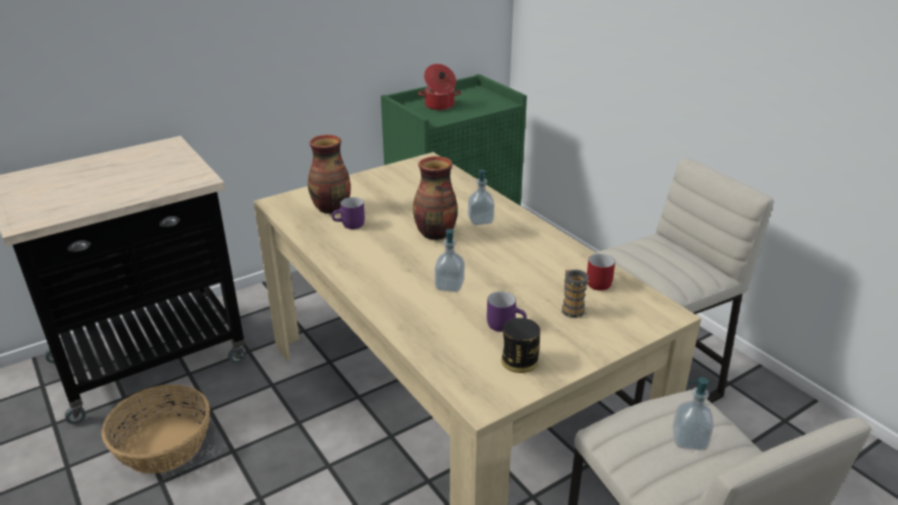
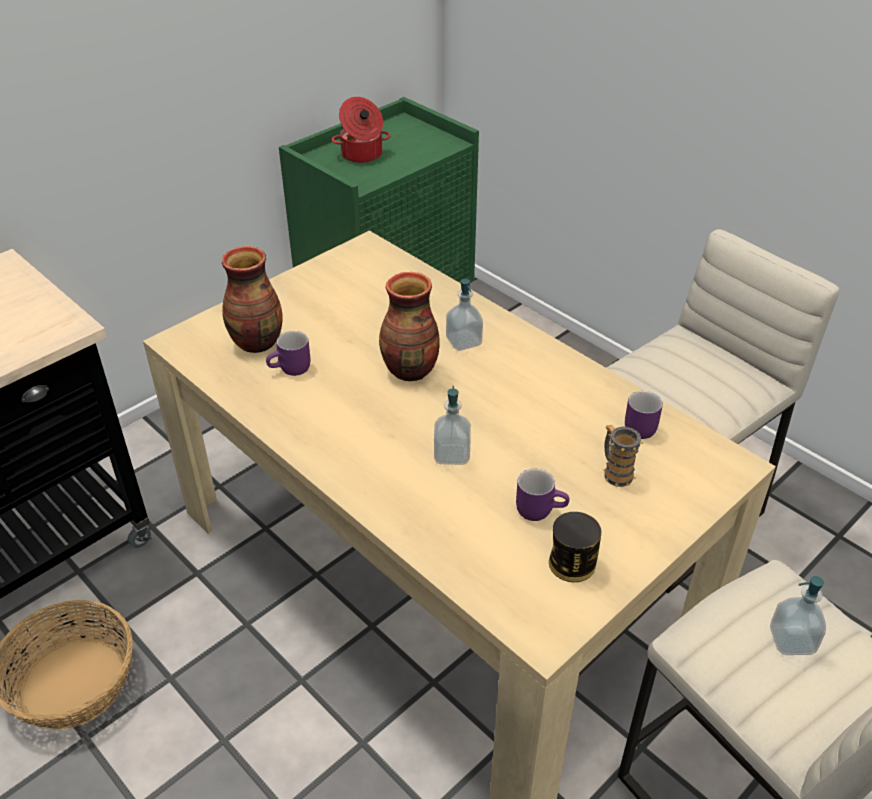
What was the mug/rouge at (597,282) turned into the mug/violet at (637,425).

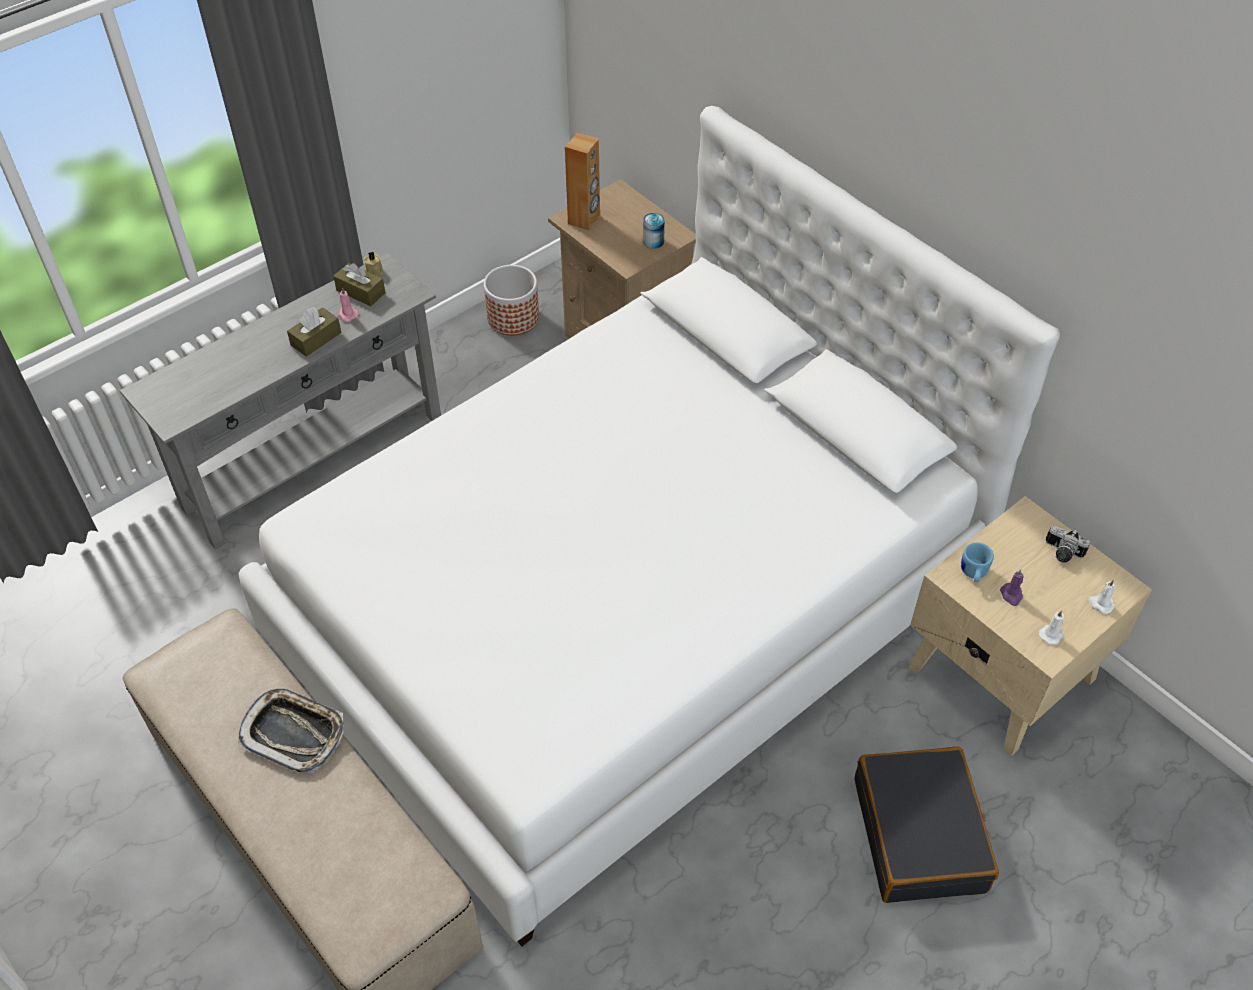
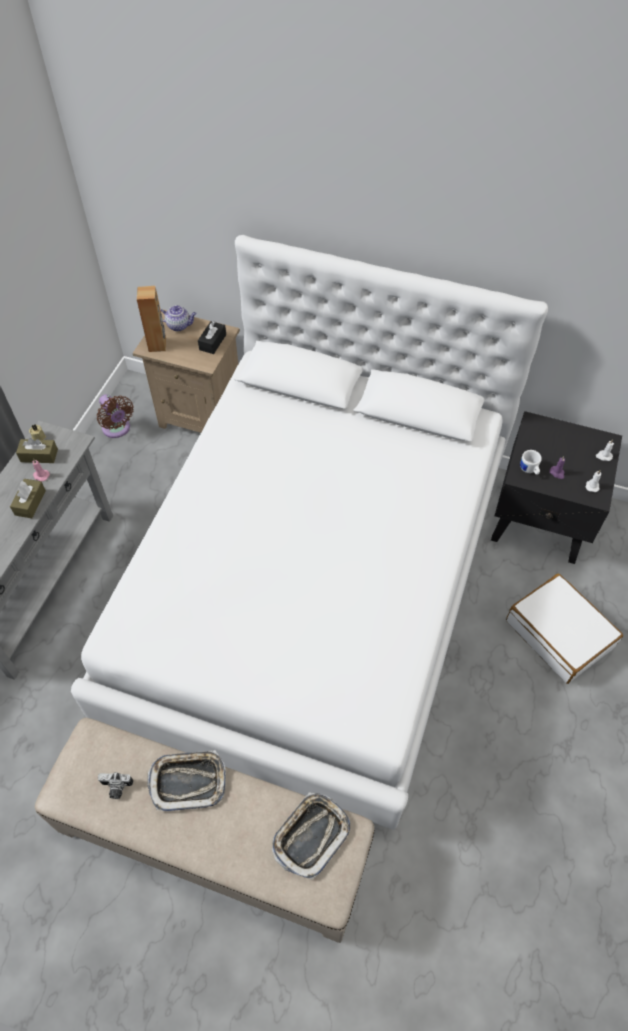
Where the cache-pot stood at (513,318), the ventilateur/marron came to stand at (117,429).
The appareil photo ended up elsewhere, having gone from (1062,553) to (116,788).
The second view gained the théière at (179,325).
Where the boîte métallique stood at (653,241), the boîte à mouchoirs/noir came to stand at (212,342).
The second view gained the plateau at (311,836).
What was the table de chevet/beige at (1003,674) turned into the table de chevet/noir at (541,519).
What was the valise/noir at (920,835) turned into the valise/blanc at (559,634).
What was the mug/bleu at (973,573) turned into the mug/blanc at (529,470).

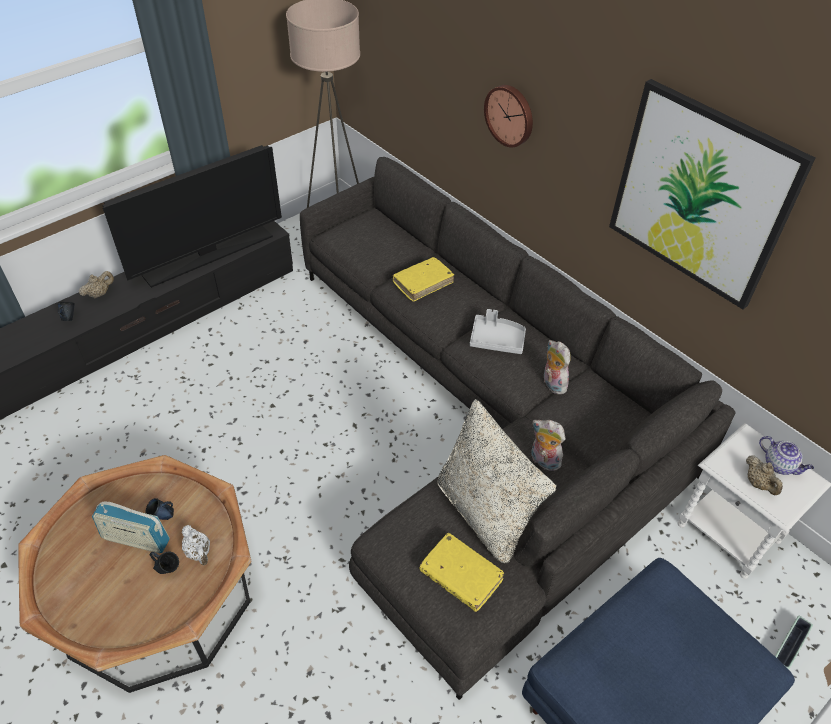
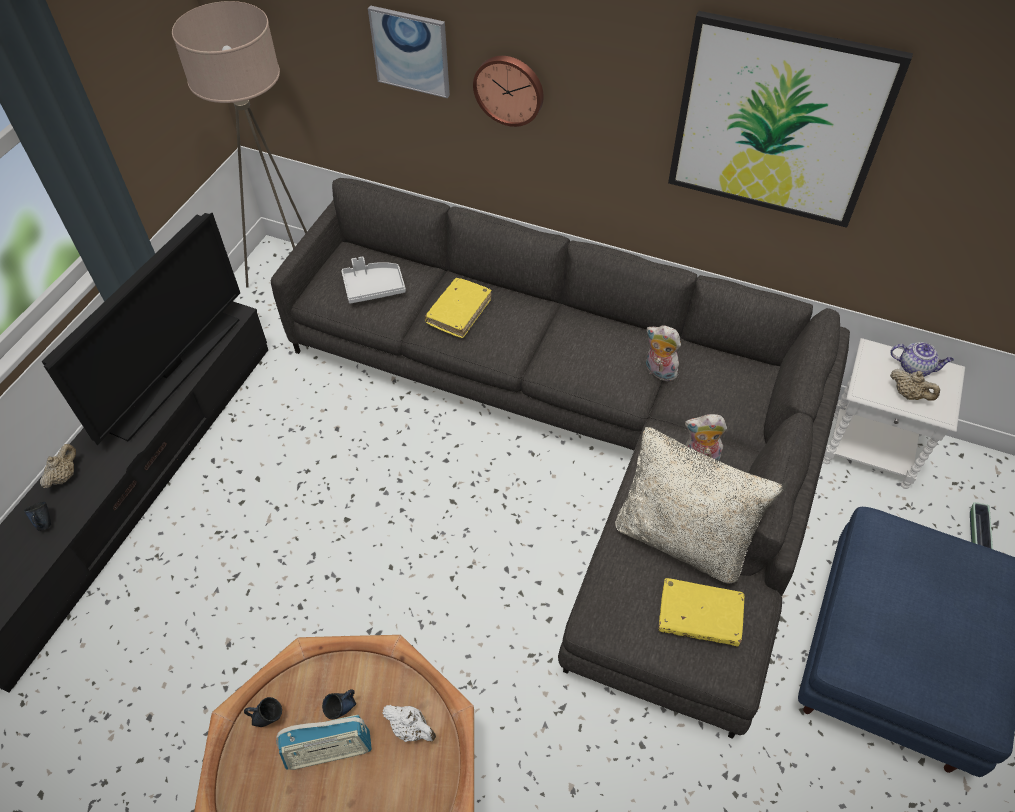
The mug/bleu ended up elsewhere, having gone from (167,570) to (268,719).
The plateau/gris ended up elsewhere, having gone from (497,340) to (374,287).
The second view gained the tableau at (411,51).

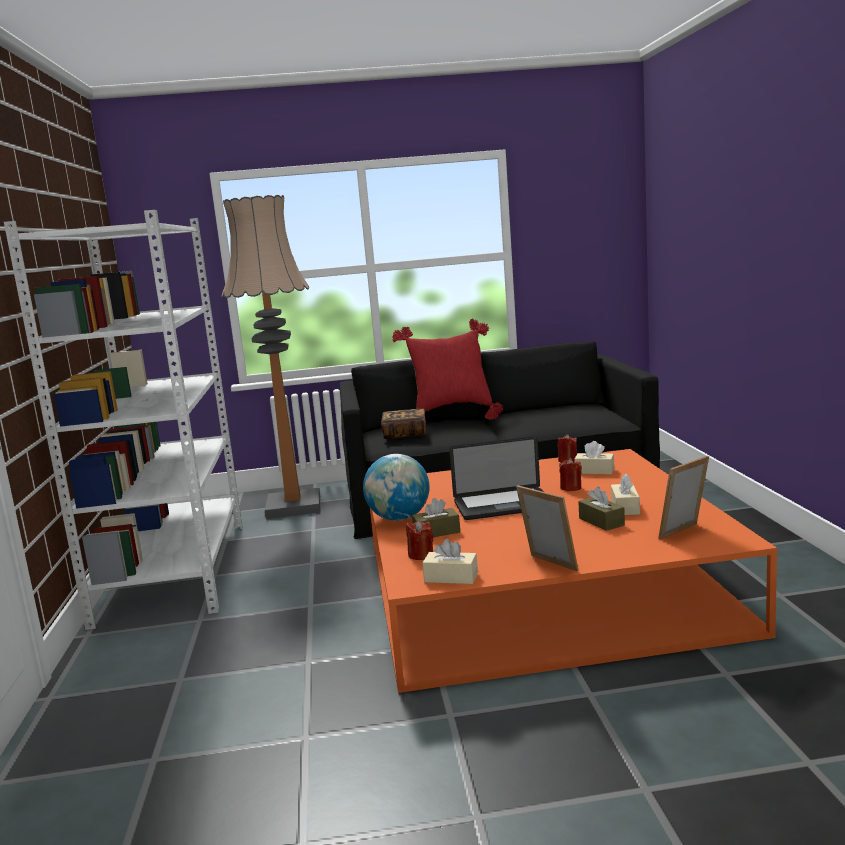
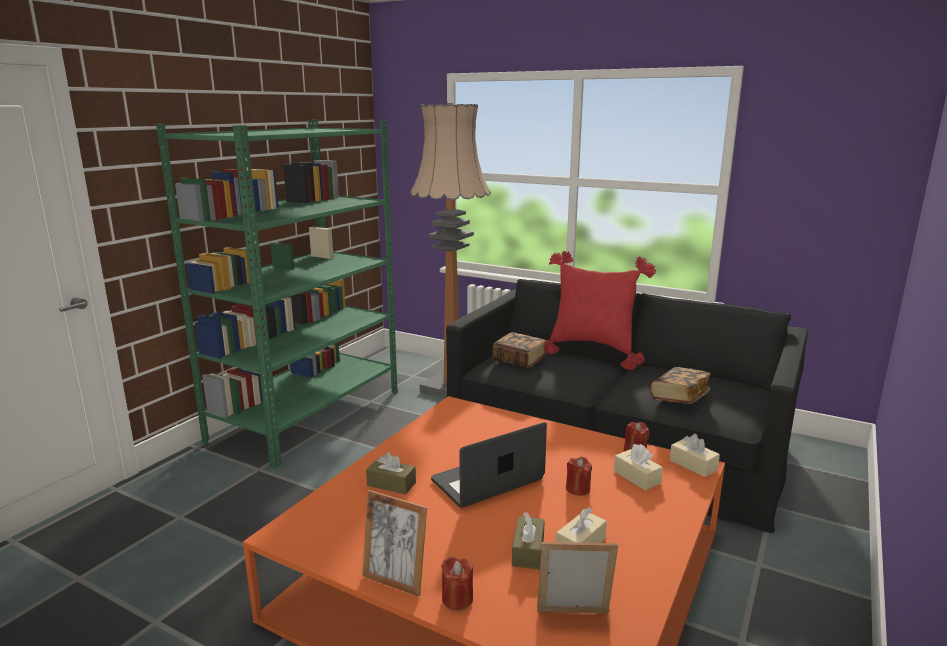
What was the bibliothèque/blanc at (175,570) turned into the bibliothèque/vert at (307,415).
The cadre photo at (548,565) ended up facing another way, 120 degrees clockwise from before.
The ordinateur portable at (503,505) ended up facing another way, 120 degrees clockwise from before.
The bougie/rouge ended up elsewhere, having gone from (421,555) to (457,598).
The second view gained the livre at (679,397).
The boîte à mouchoirs/beige ended up elsewhere, having gone from (451,577) to (693,465).
The second view lost the globe at (399,518).

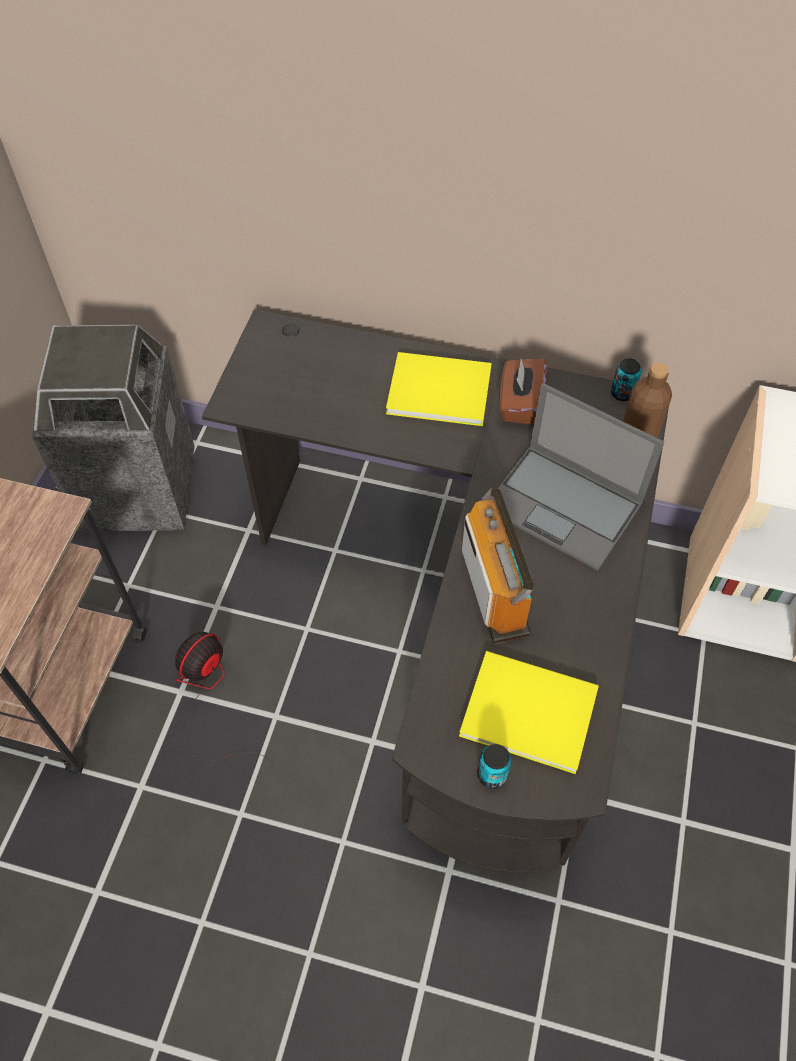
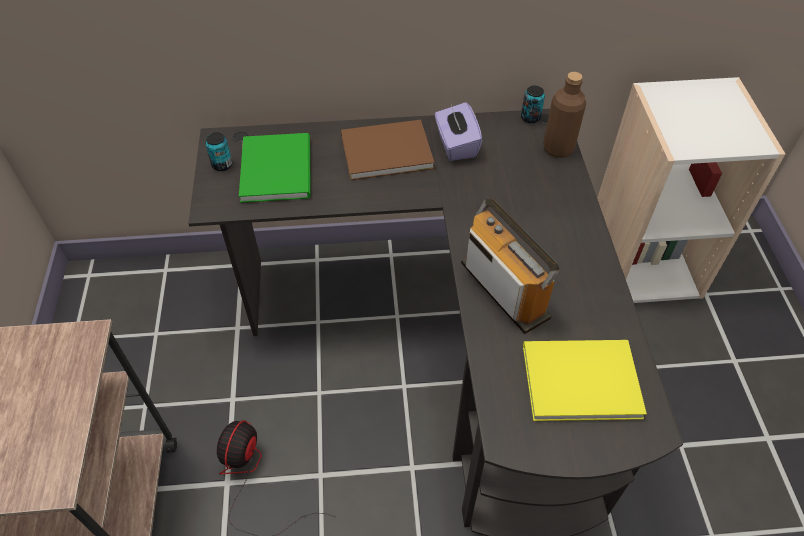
The boîte métallique ended up elsewhere, having gone from (492,774) to (222,165).
The second view gained the livre/vert at (279,167).
What was the livre/jaune at (436,388) turned into the livre/marron at (383,150).
What was the boîte à mouchoirs/marron at (520,404) turned into the boîte à mouchoirs/violet at (456,145).
The second view lost the poubelle at (138,490).
The second view lost the ordinateur portable at (565,506).

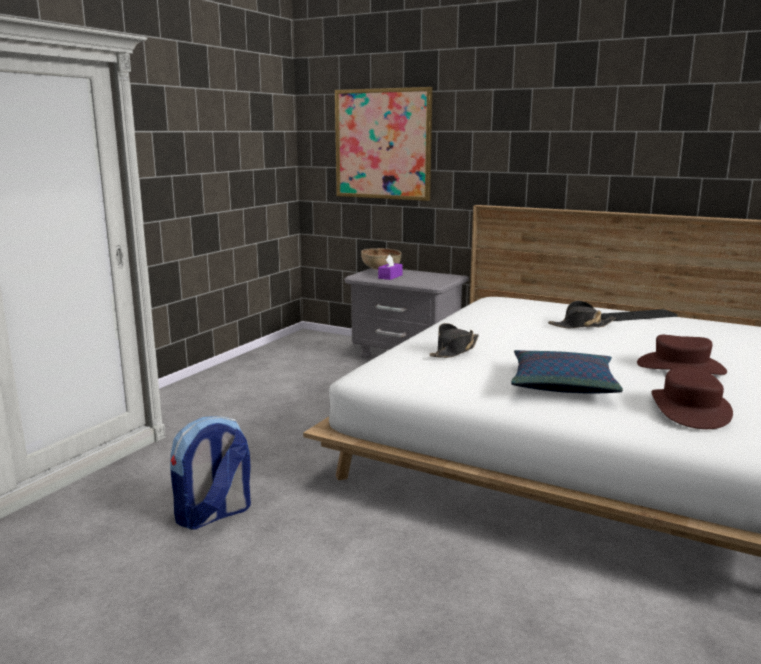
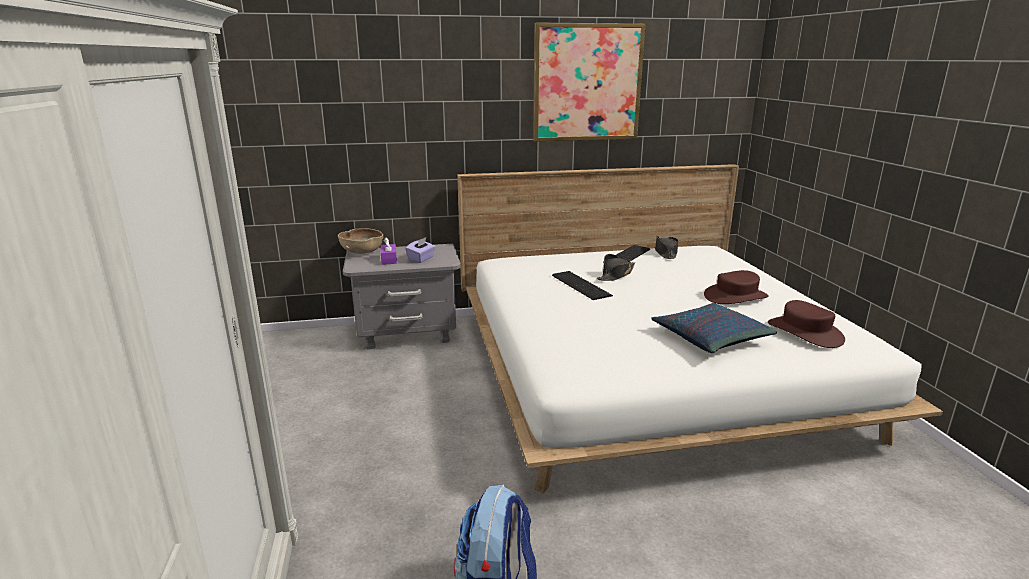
The second view gained the boîte à mouchoirs/violet at (421,259).
The tableau ended up elsewhere, having gone from (383,144) to (587,83).
The second view gained the clavier at (581,285).
The chapeau/noir ended up elsewhere, having gone from (454,350) to (665,253).

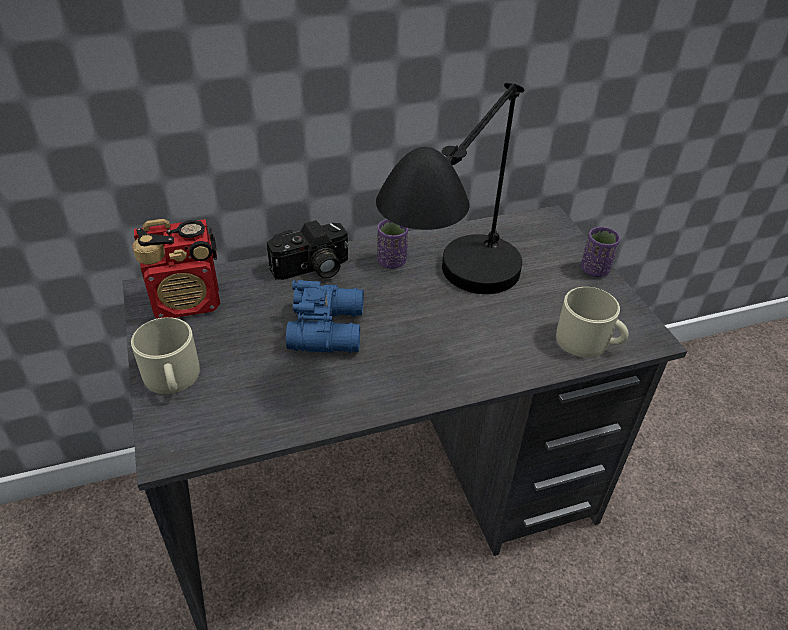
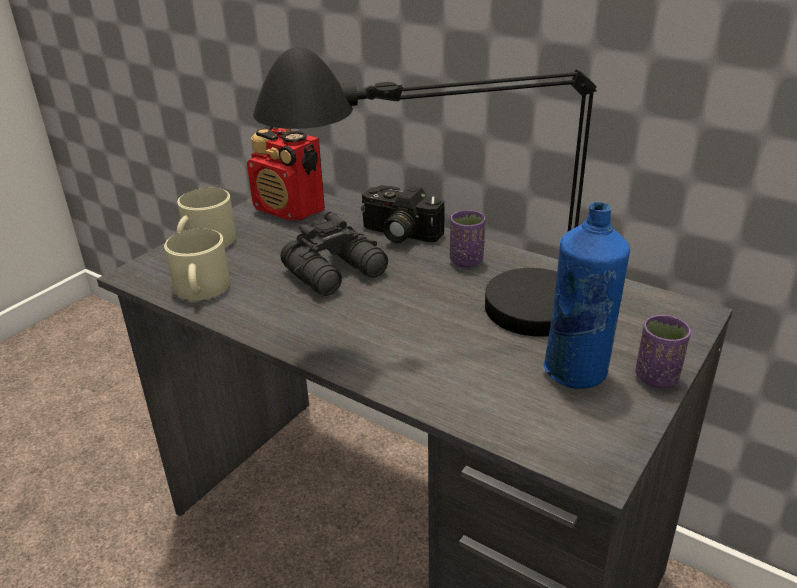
The mug/beige ended up elsewhere, having gone from (588,341) to (201,289).
What was the jumelles/bleu at (329,328) turned into the jumelles/noir at (338,272).
The second view gained the bouteille/bleu at (576,372).

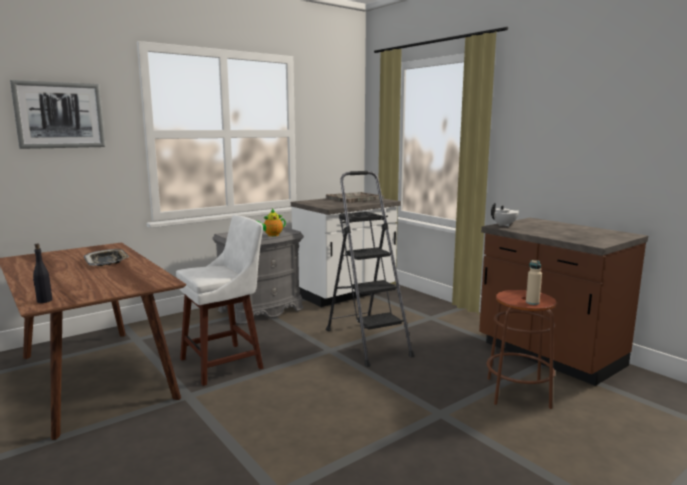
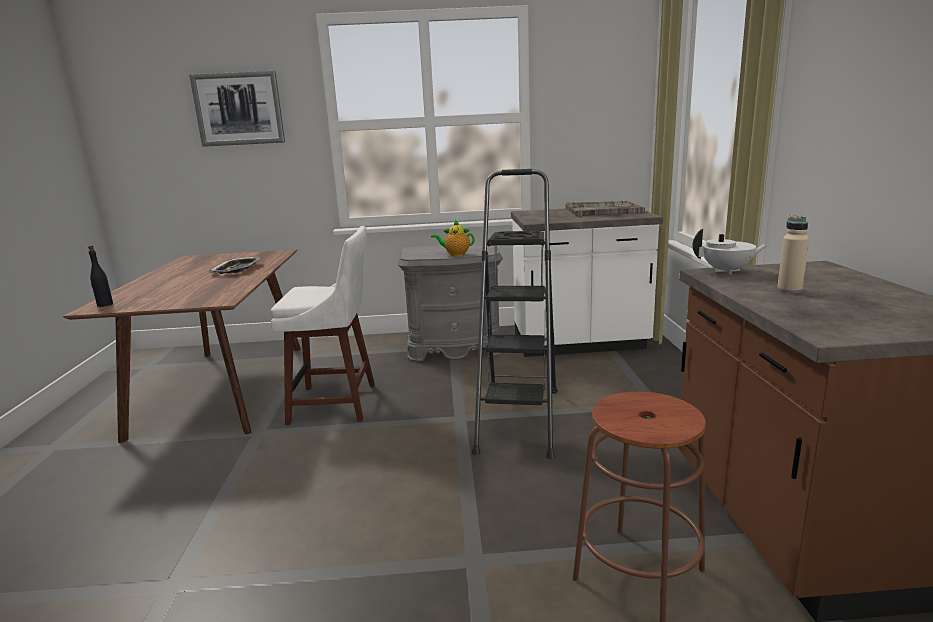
The bouteille/beige ended up elsewhere, having gone from (532,302) to (789,290).

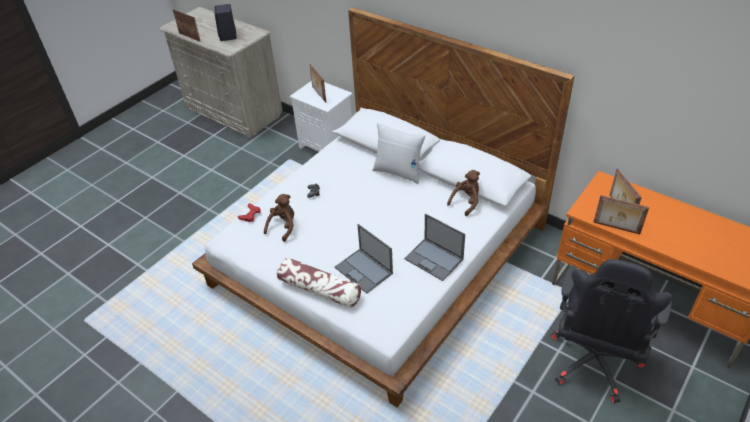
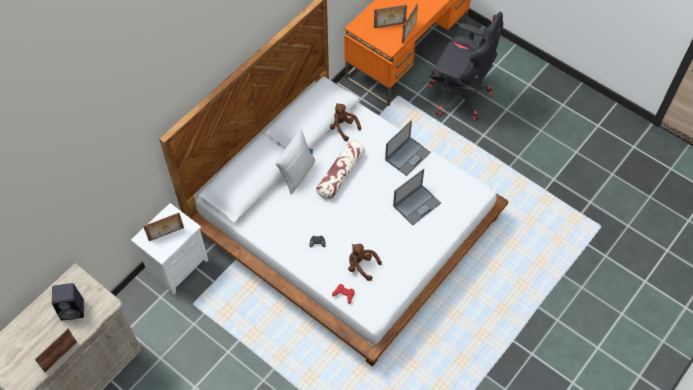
The coussin ended up elsewhere, having gone from (319,289) to (340,174).

